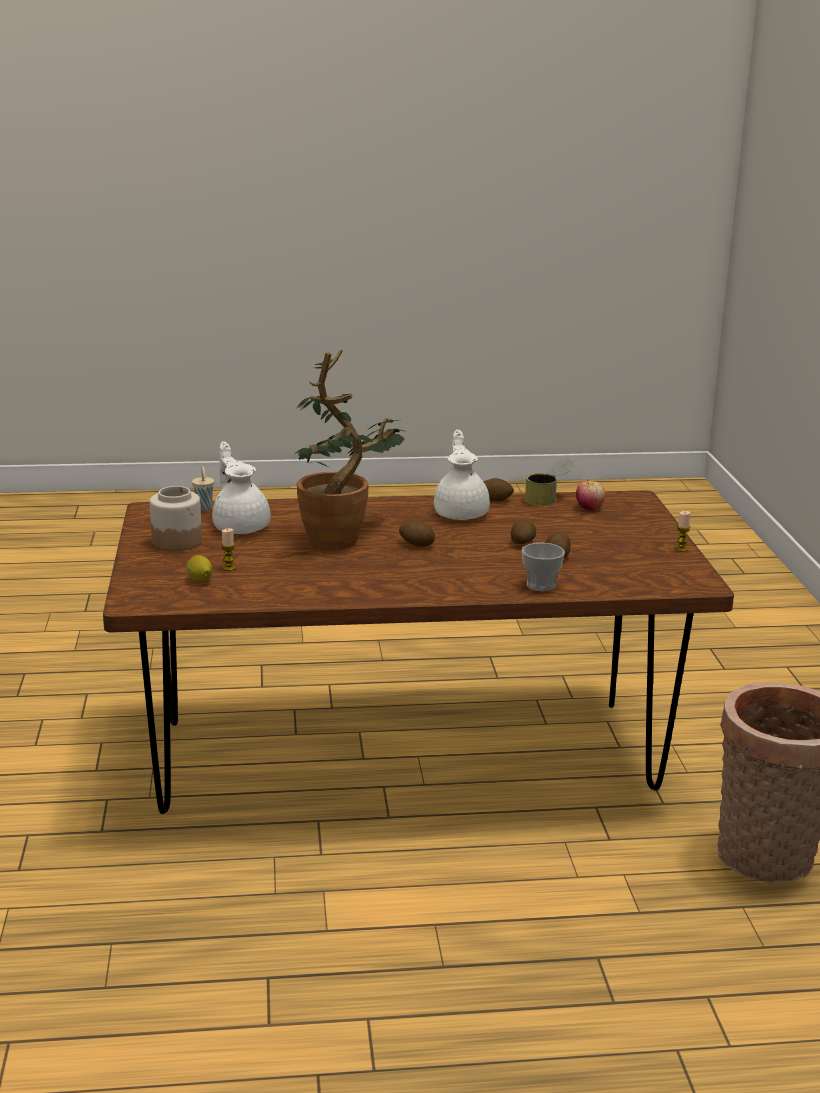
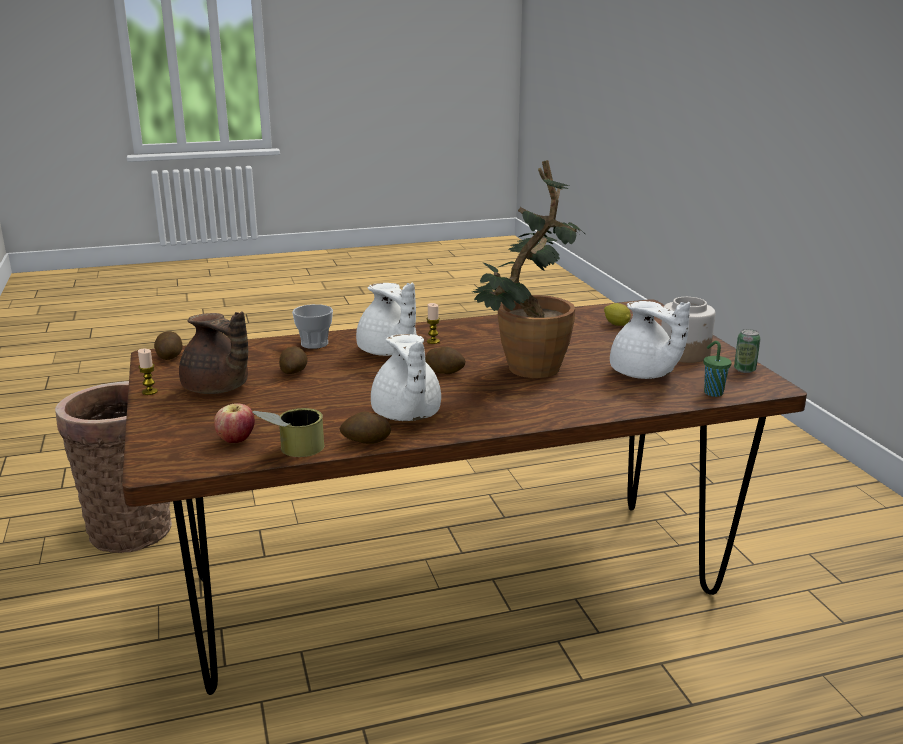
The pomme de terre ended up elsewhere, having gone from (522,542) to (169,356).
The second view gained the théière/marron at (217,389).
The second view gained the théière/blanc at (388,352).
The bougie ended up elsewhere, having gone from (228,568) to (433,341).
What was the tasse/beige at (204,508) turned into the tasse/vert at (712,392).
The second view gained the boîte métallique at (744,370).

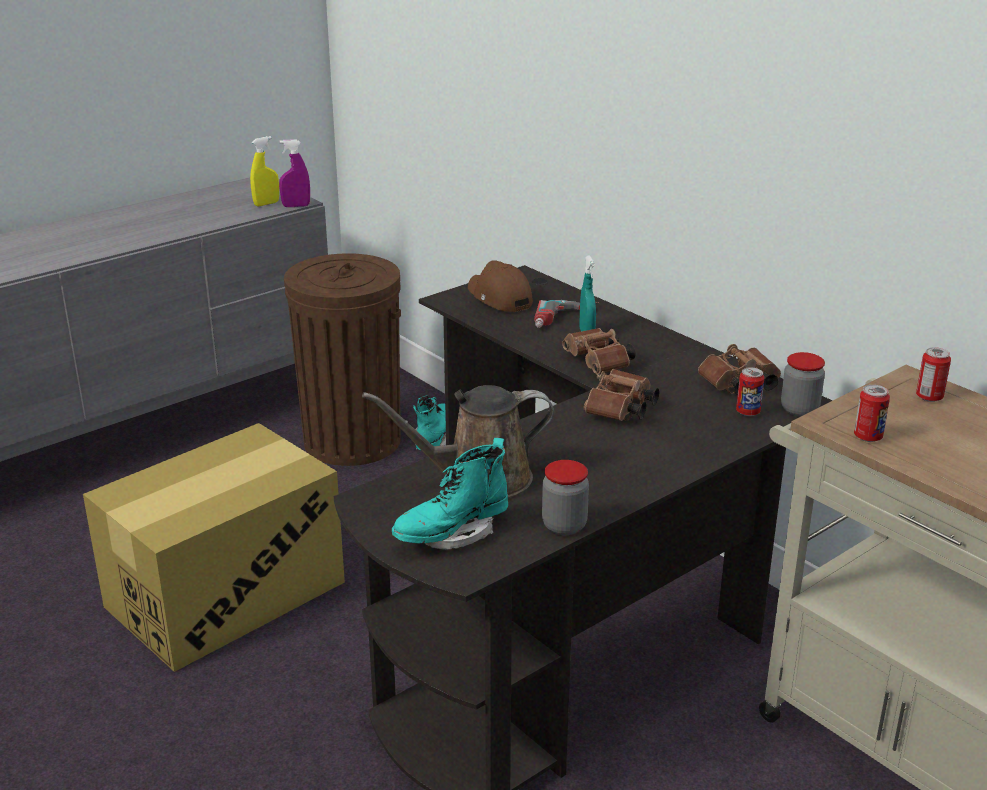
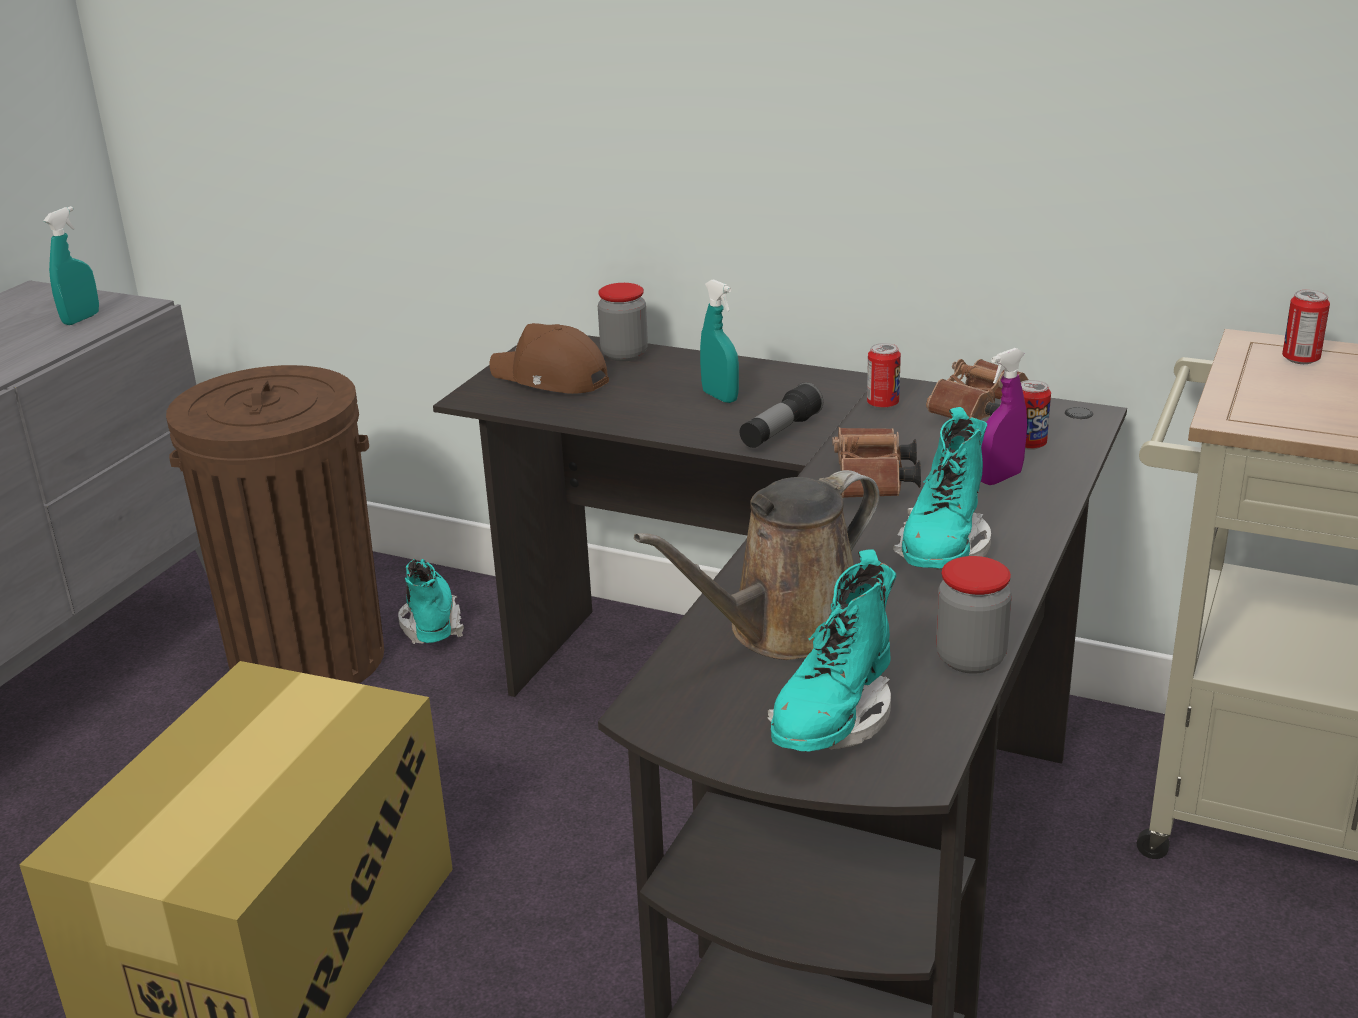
What was the vaporisateur/jaune at (266,204) turned into the vaporisateur/turquoise at (81,319).
The bocal ended up elsewhere, having gone from (799,409) to (624,354).
Where the jumelles/marron stood at (599,364), the lampe de poche came to stand at (780,432).
The boîte métallique ended up elsewhere, having gone from (868,437) to (882,404).
The second view gained the botte/turquoise at (942,551).
The vaporisateur/violet ended up elsewhere, having gone from (296,206) to (1000,478).
The second view lost the perceuse at (566,319).

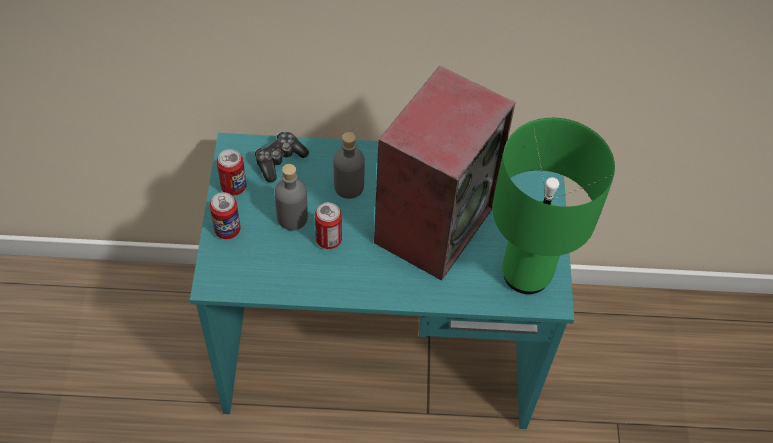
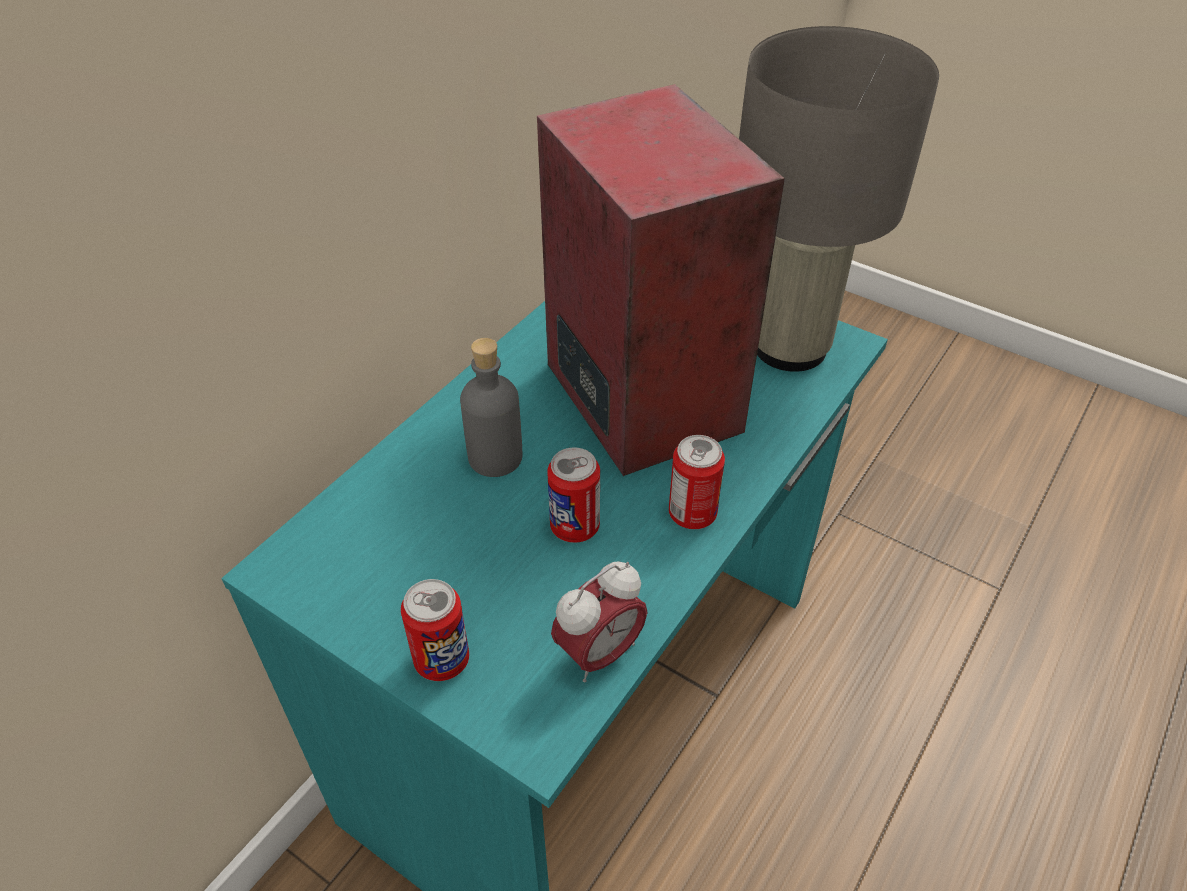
The second view gained the réveil at (599,653).
The boîte métallique ended up elsewhere, having gone from (233,187) to (692,514).
What was the lampe de table/vert at (527,273) turned into the lampe de table/gris at (789,346).
The second view lost the manette at (279,160).
The second view lost the bouteille/gris at (292,218).

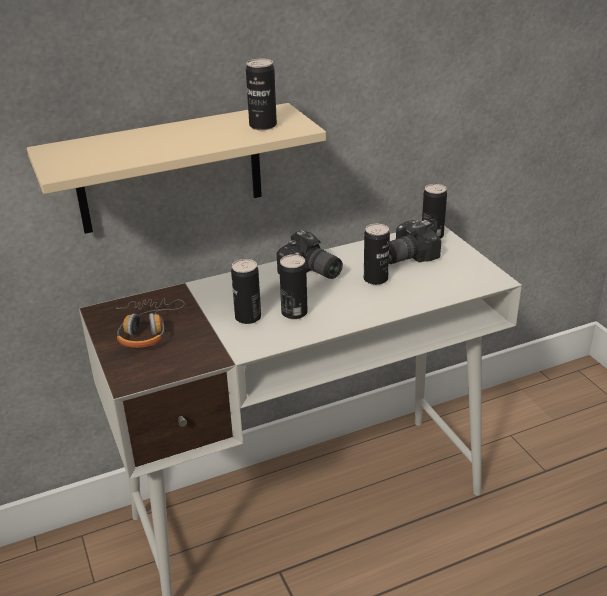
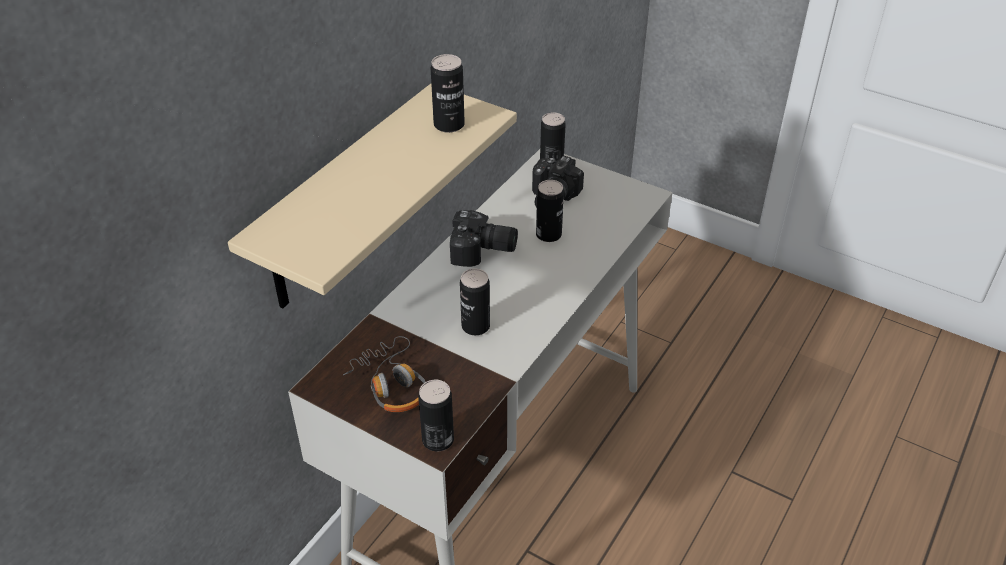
The boîte métallique ended up elsewhere, having gone from (294,313) to (438,440).

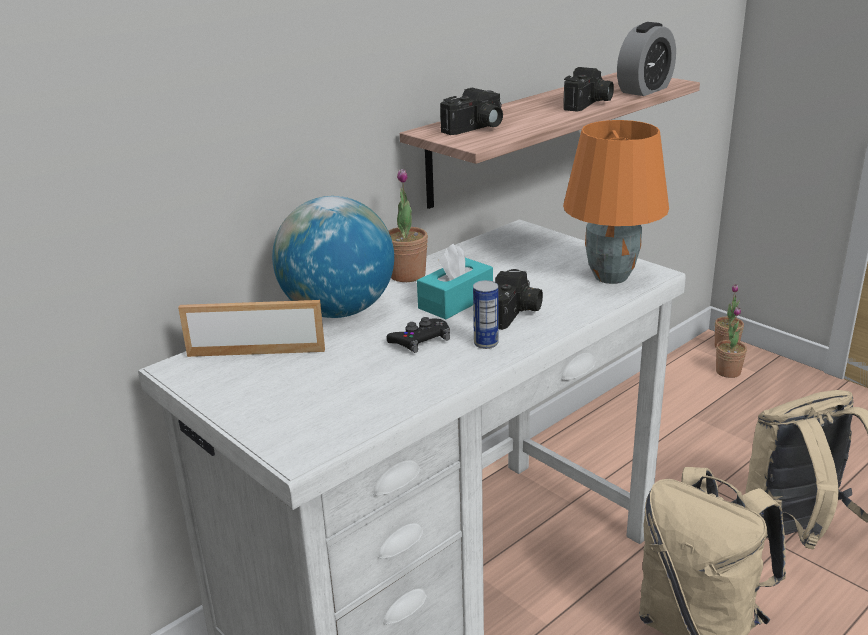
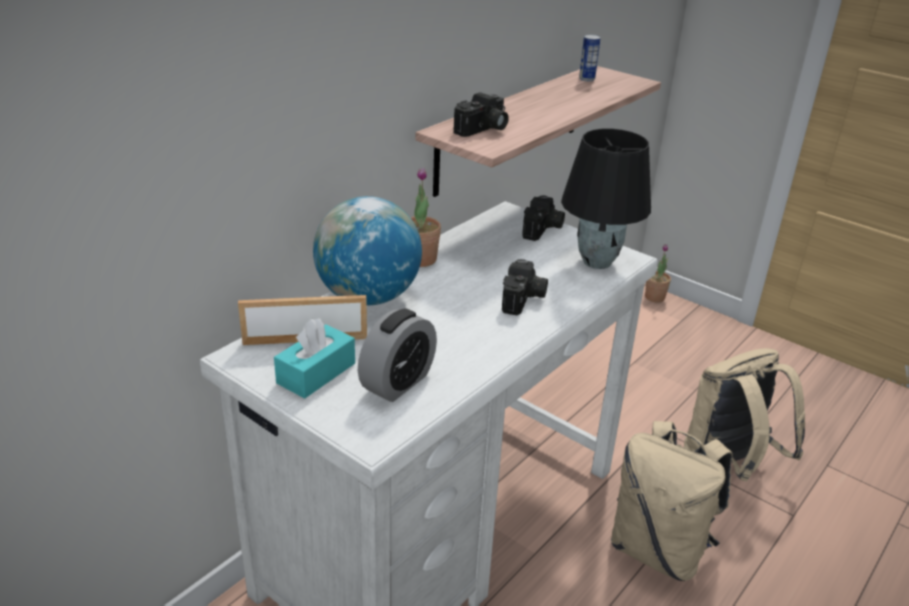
The boîte à mouchoirs/turquoise ended up elsewhere, having gone from (455,301) to (316,373).
The réveil ended up elsewhere, having gone from (644,90) to (398,382).
The appareil photo ended up elsewhere, having gone from (588,104) to (543,229).
What was the lampe de table/orange at (611,277) turned into the lampe de table/noir at (597,262).
The boîte métallique ended up elsewhere, having gone from (486,343) to (587,79).
The second view lost the manette/noir at (420,341).
The second view lost the plante en pot at (728,372).

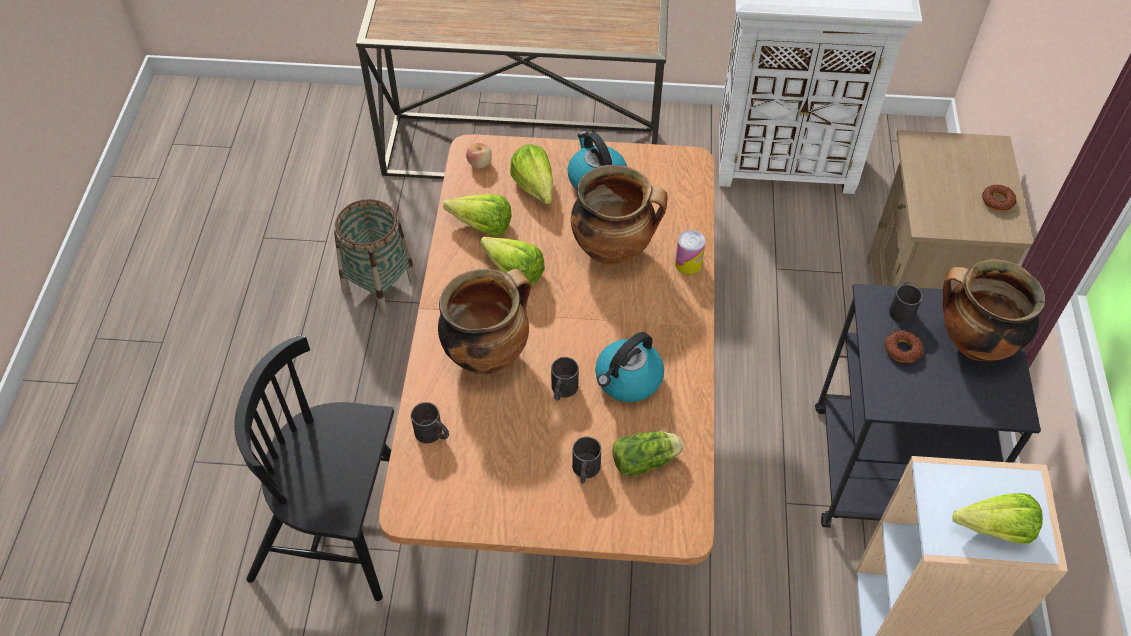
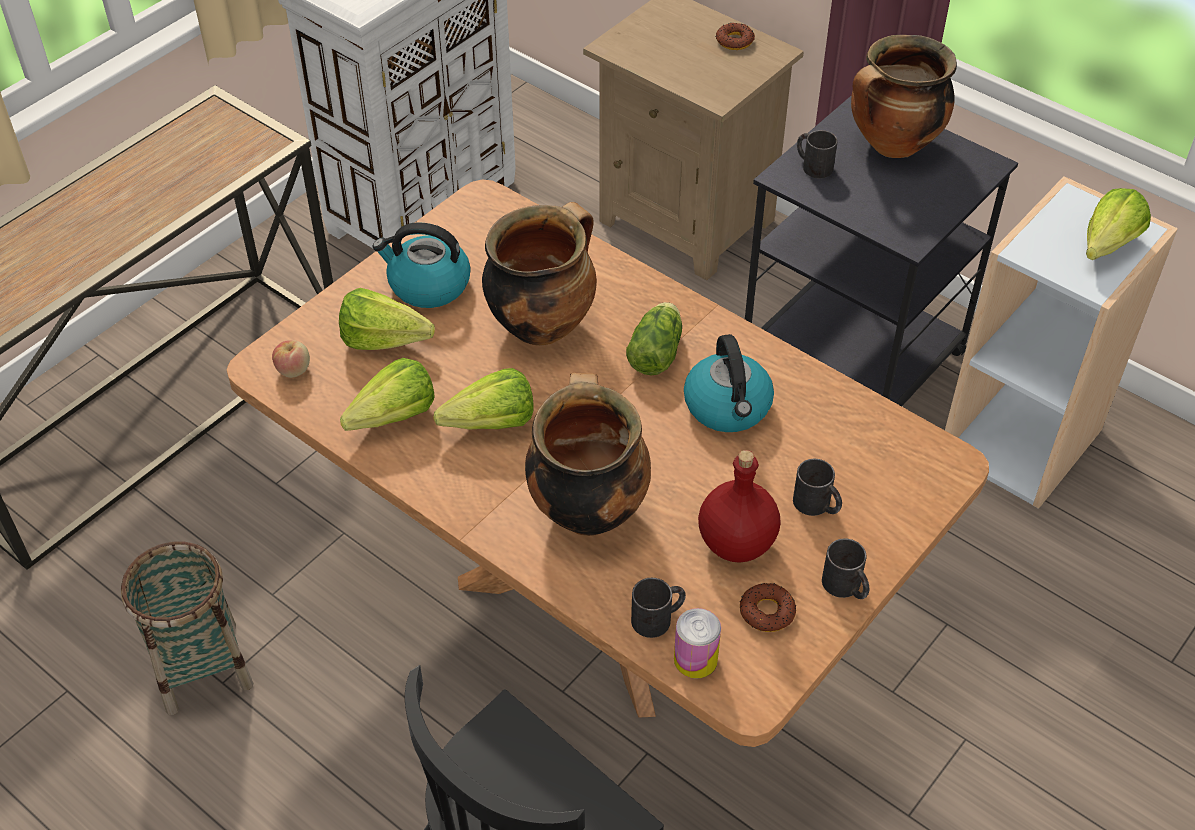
The laitue ended up elsewhere, having gone from (647,460) to (657,351).
The boîte métallique ended up elsewhere, having gone from (688,263) to (695,659).
The second view gained the bouteille/rouge at (735,543).
The beignet ended up elsewhere, having gone from (902,349) to (767,612).
The mug/noir ended up elsewhere, having gone from (562,390) to (846,587).

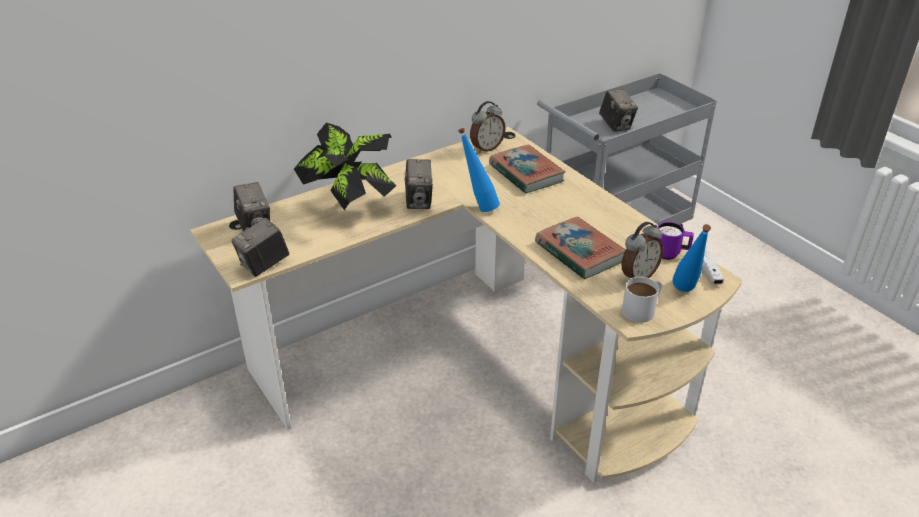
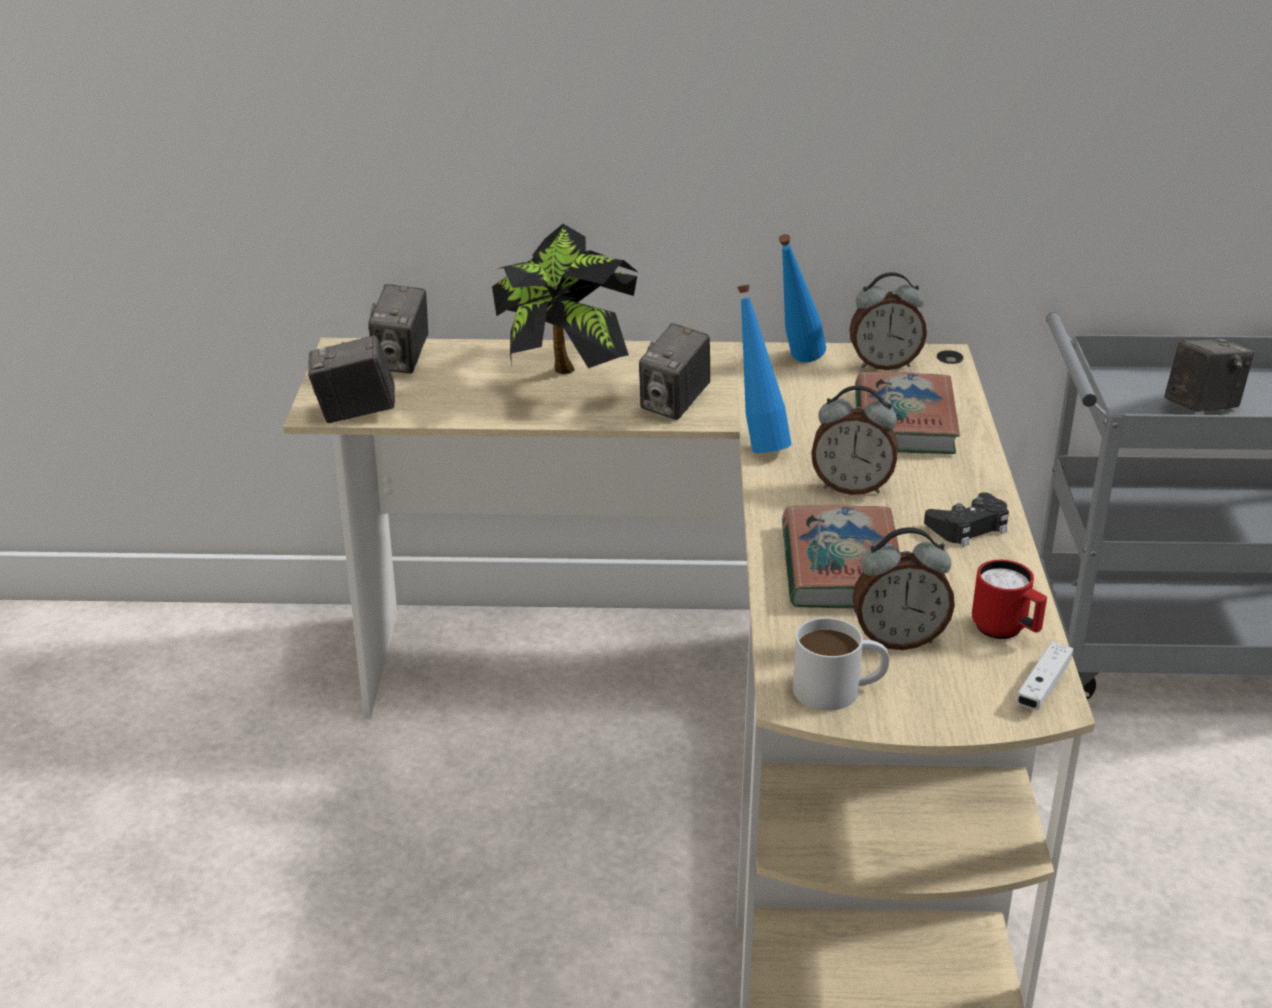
The bouteille/bleu ended up elsewhere, having gone from (685,293) to (796,363).
The second view gained the réveil at (851,487).
The second view gained the manette/noir at (968,527).
What was the mug/violet at (671,254) turned into the mug/rouge at (1006,631).
The appareil photo at (616,125) ended up facing another way, 135 degrees counterclockwise from before.

